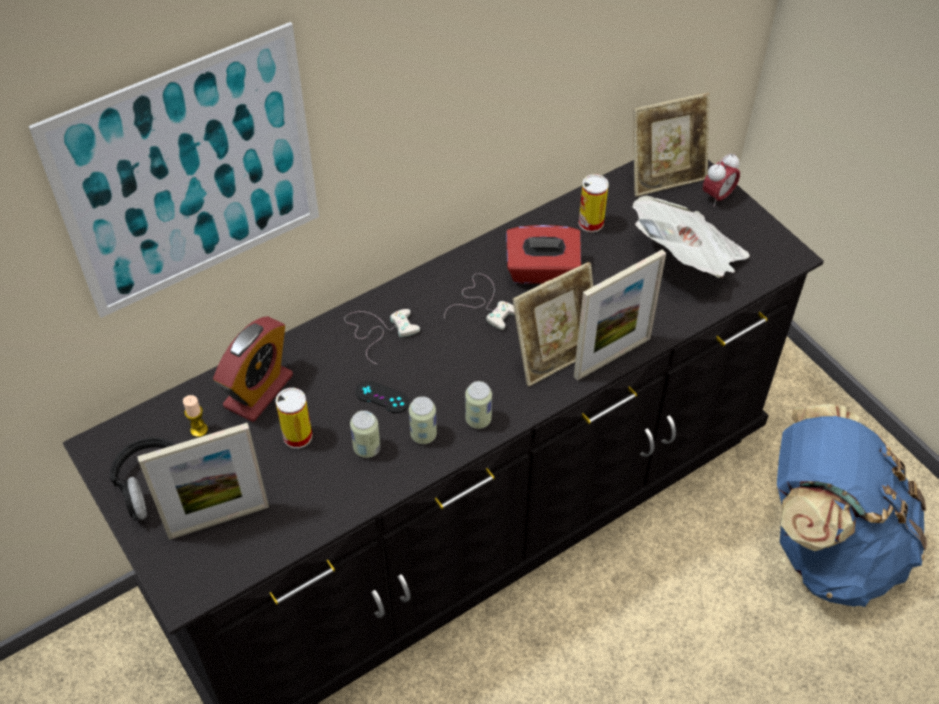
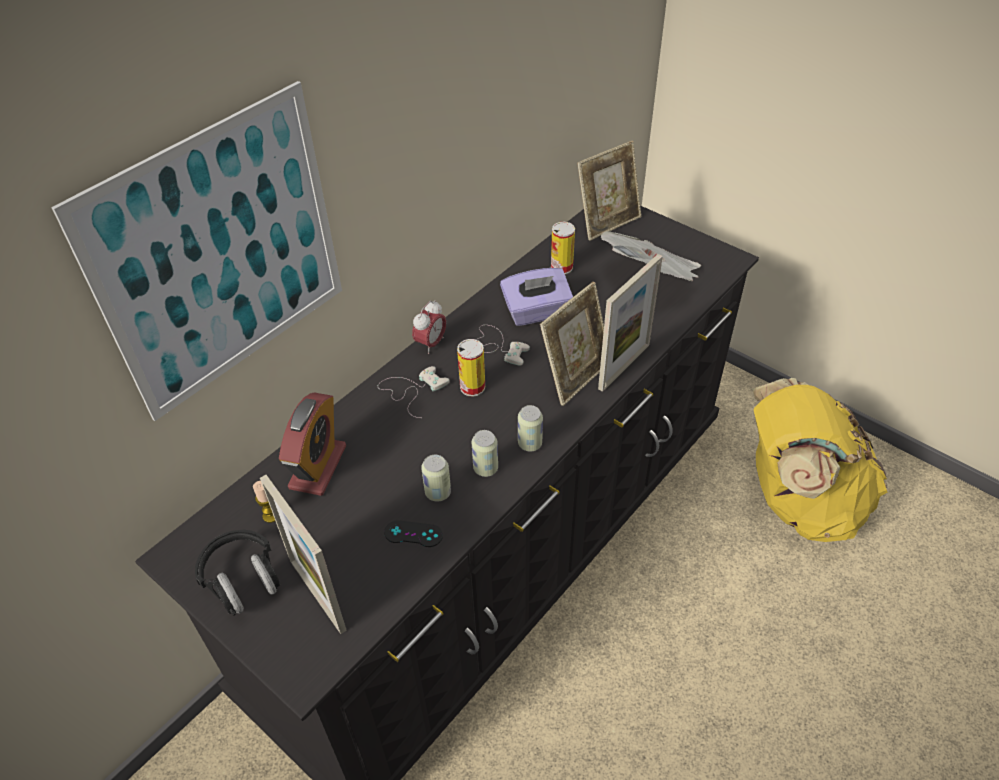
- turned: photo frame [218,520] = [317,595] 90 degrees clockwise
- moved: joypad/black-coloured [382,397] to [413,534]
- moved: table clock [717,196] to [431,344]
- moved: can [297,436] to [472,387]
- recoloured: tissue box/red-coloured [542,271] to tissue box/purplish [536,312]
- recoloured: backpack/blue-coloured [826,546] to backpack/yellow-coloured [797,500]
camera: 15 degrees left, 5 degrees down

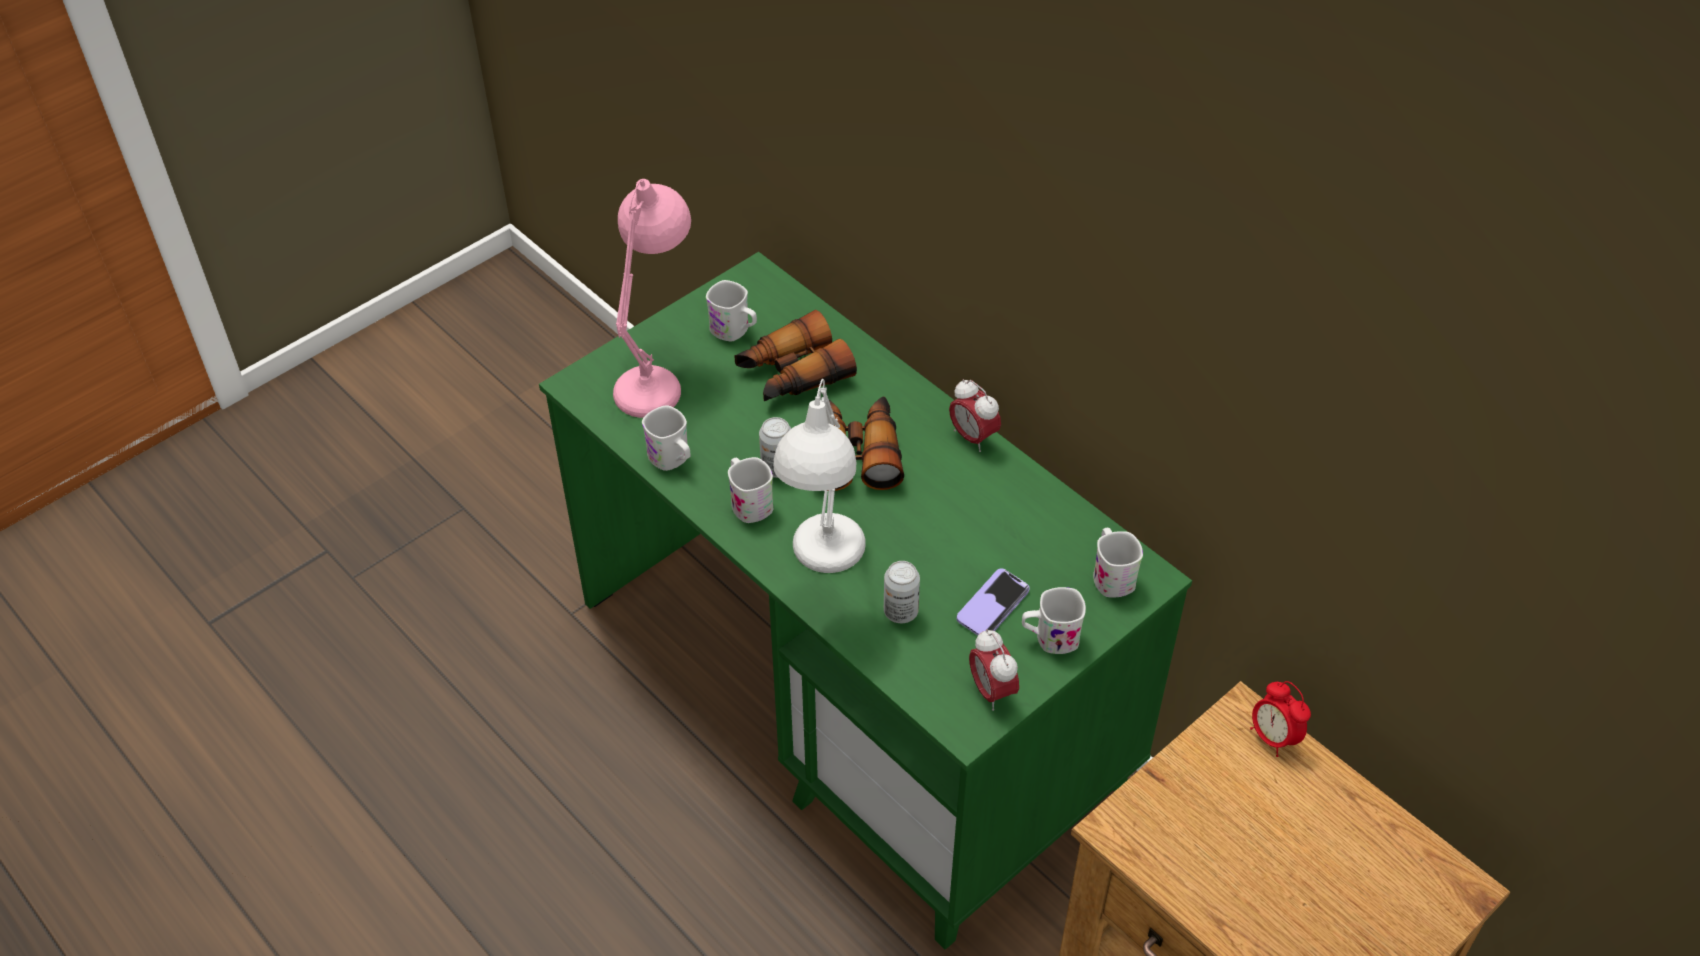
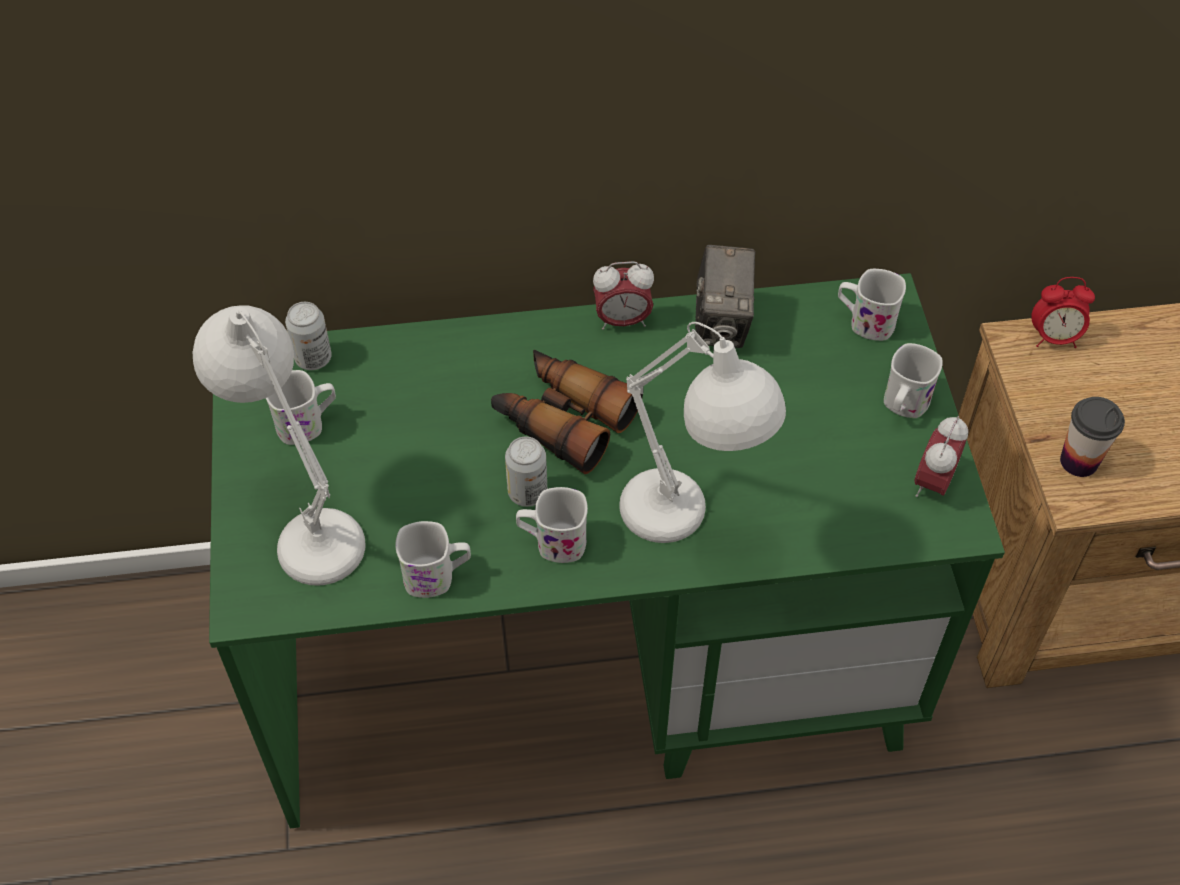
- recoloured: lamp for a table/pink-coloured [659,373] to lamp for a table/white [304,521]
- moved: can [901,611] to [313,358]
- added: photo camera [721,324]
- turned: table clock [991,691] = [933,483] 105 degrees clockwise
- added: small cup [1079,461]
- removed: binoculars [792,374]
- removed: handset [993,605]
camera: 55 degrees left, 5 degrees up

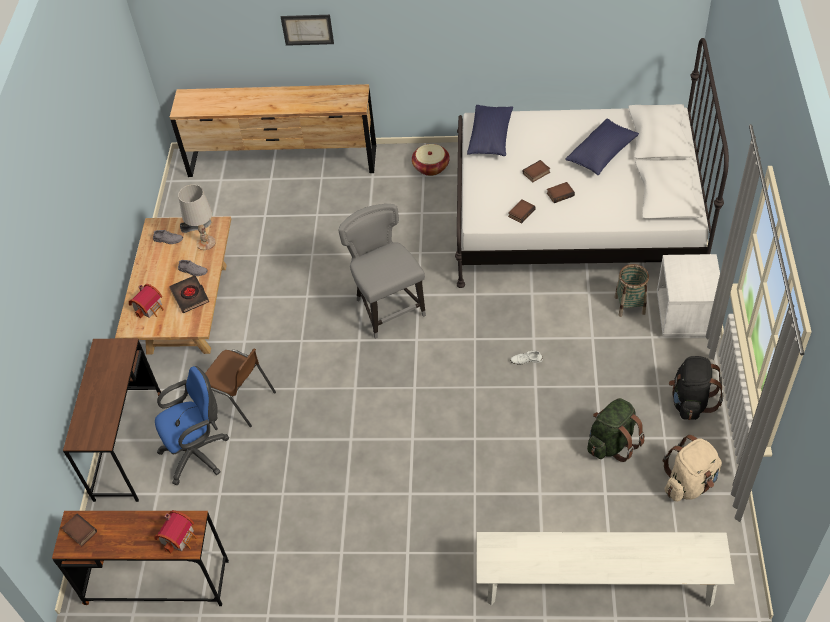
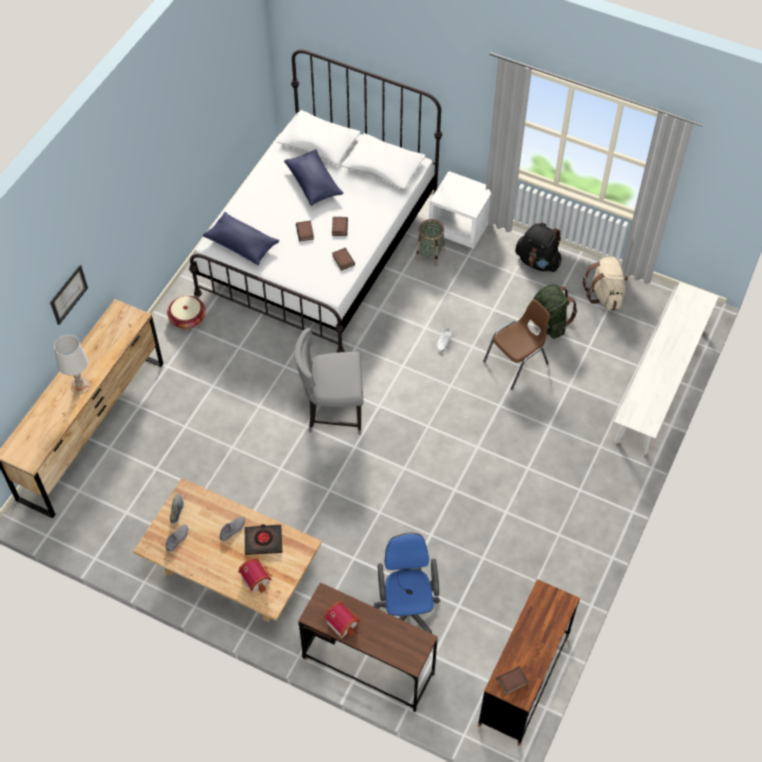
- moved: lamp for a table/white [206,243] to [80,386]
- moved: miniature house [179,537] to [343,622]
- moved: plain chair/brownish [240,400] to [517,363]
camera: 70 degrees left, 5 degrees up

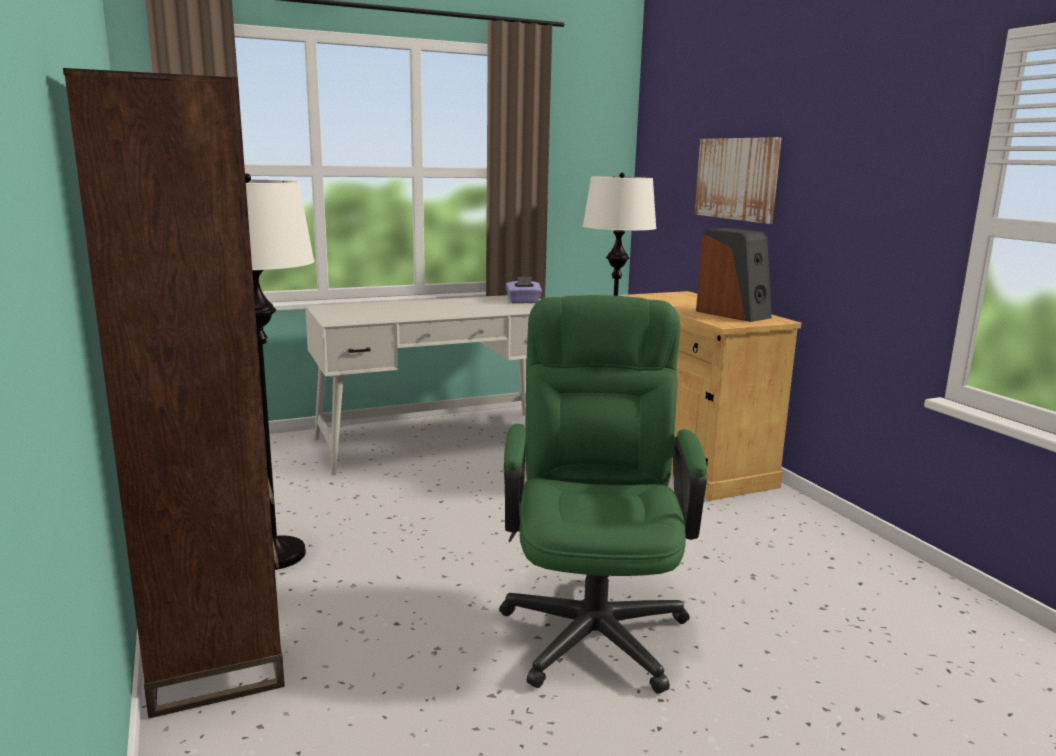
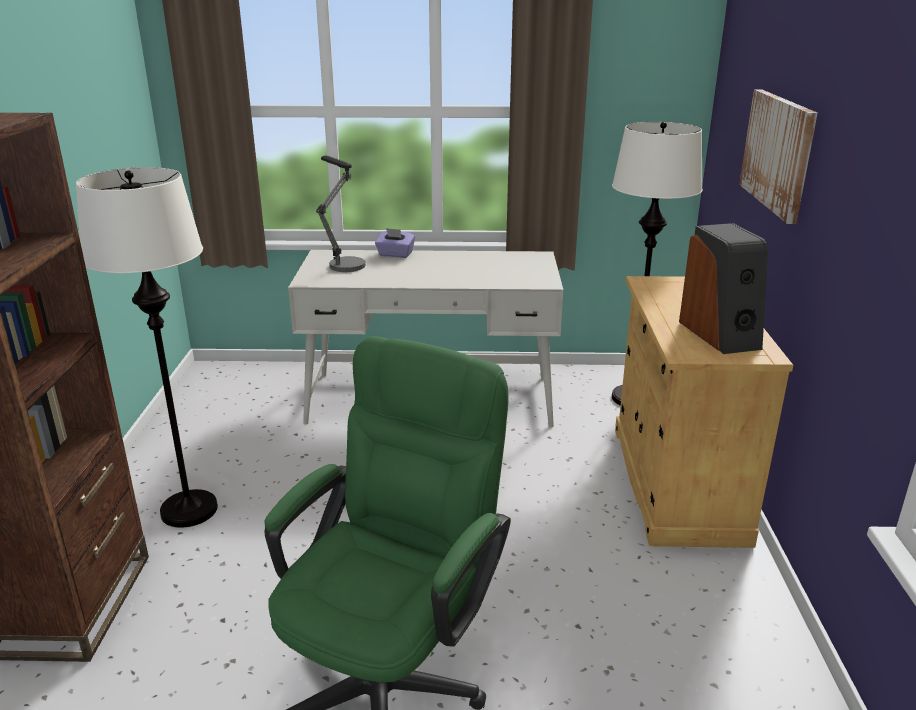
- added: lamp for a table [343,262]
- moved: tissue box/purplish [523,302] to [395,254]
camera: 25 degrees right, 10 degrees up

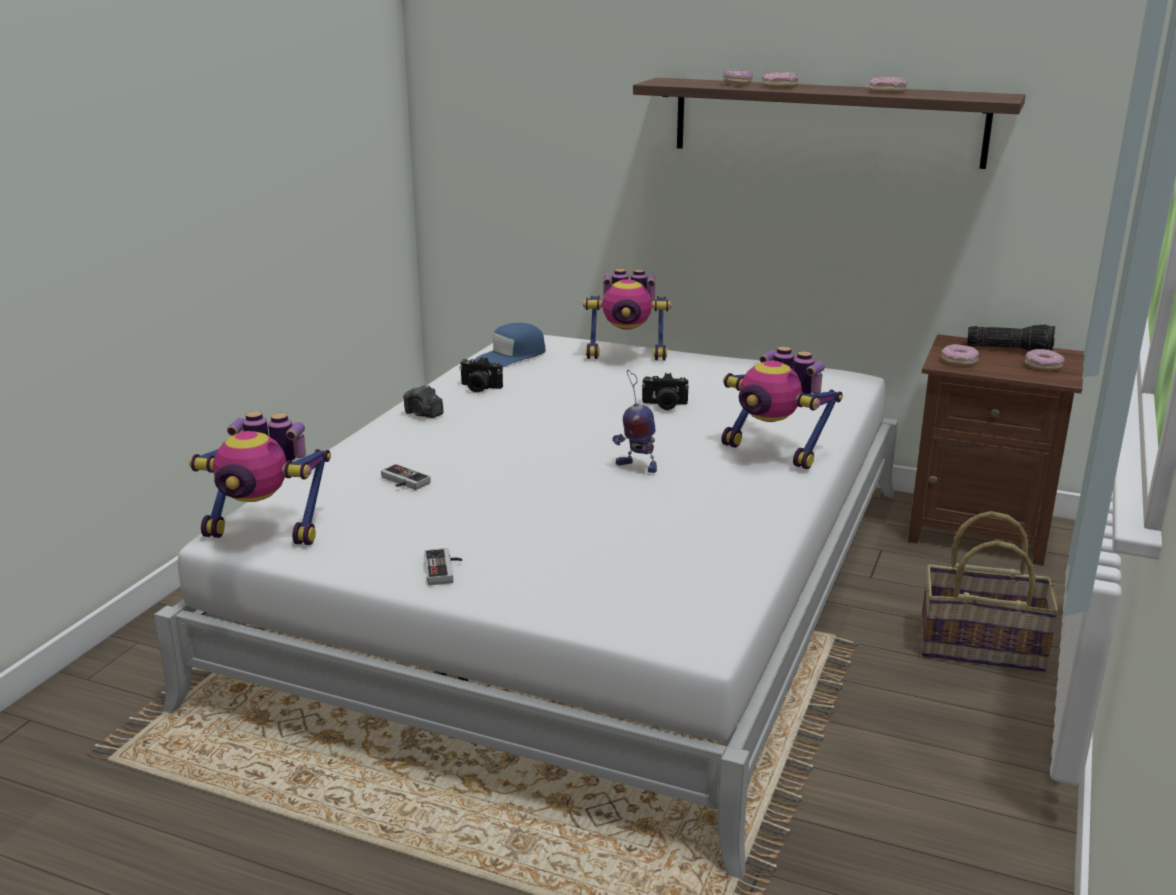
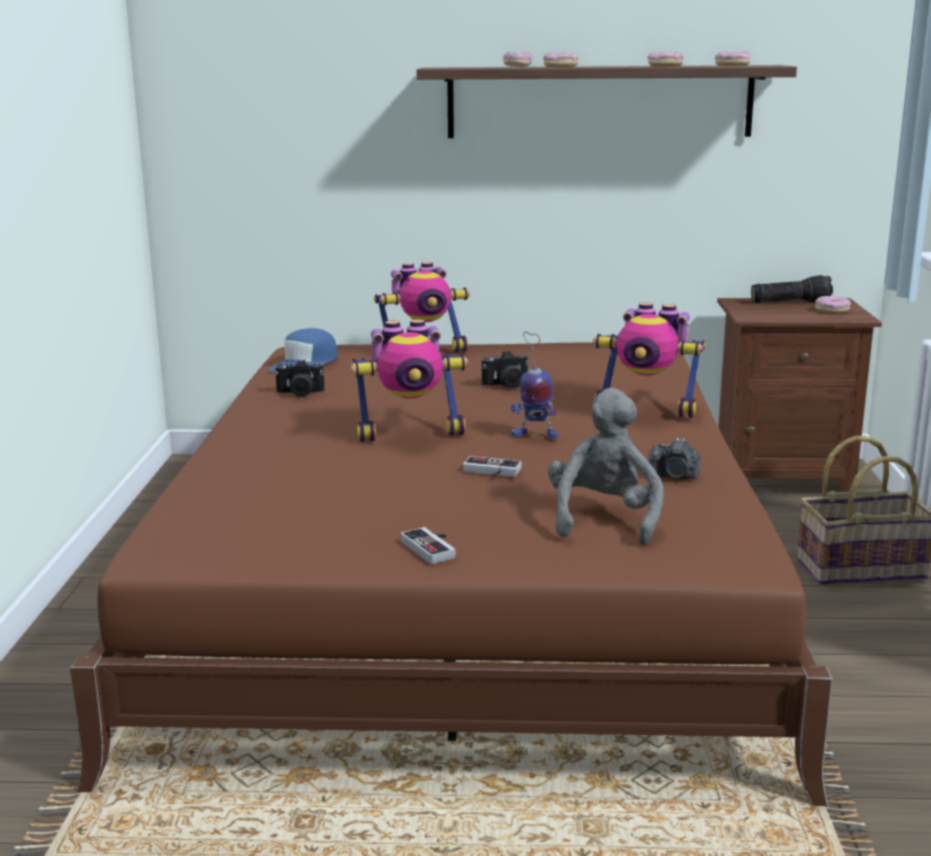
- recoloured: bed/white [587,586] to bed/brownish [466,581]
- moved: toy robot [266,532] to [410,432]
- moved: joypad [402,482] to [490,472]
- added: cuddly toy/greyish [604,519]
- moved: photo camera [423,414] to [674,477]
- moved: donut [959,361] to [732,65]
camera: 20 degrees left, 5 degrees down

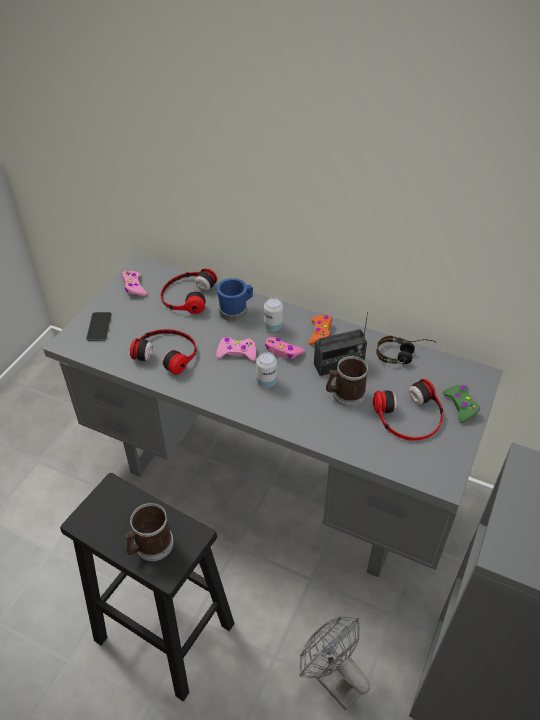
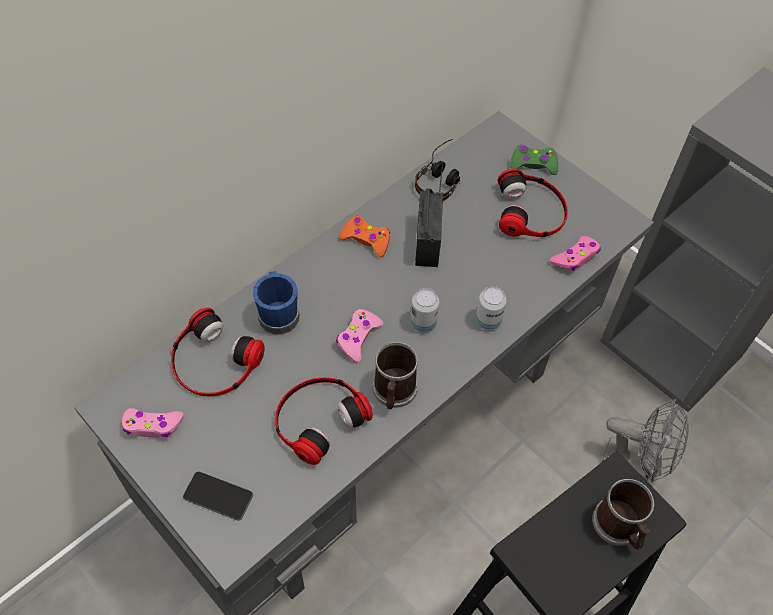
- moved: mug [345,395] to [394,392]
- moved: can [273,326] to [488,321]
- moved: joypad/pink-coloured [283,351] to [575,258]
- turned: electric fan/greyish [332,678] = [636,463] 135 degrees counterclockwise
camera: 70 degrees left, 10 degrees up

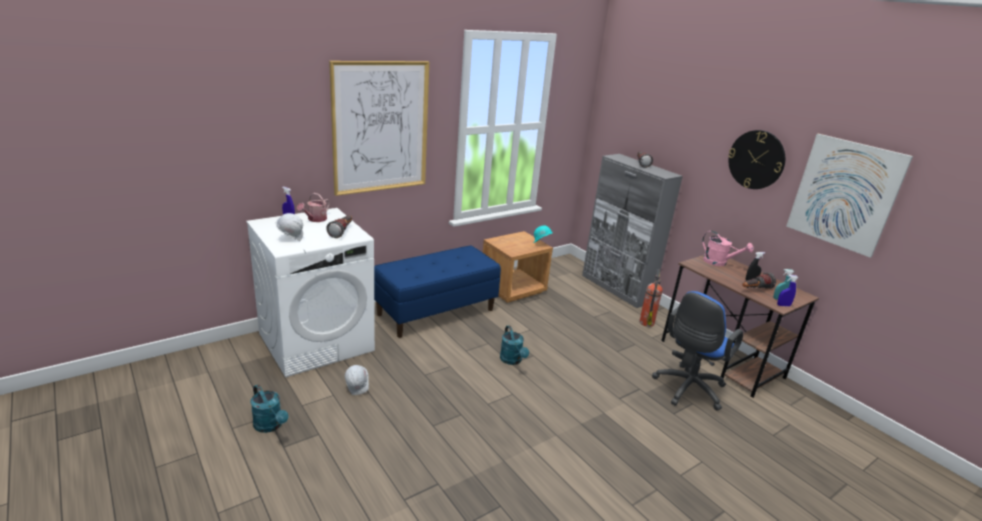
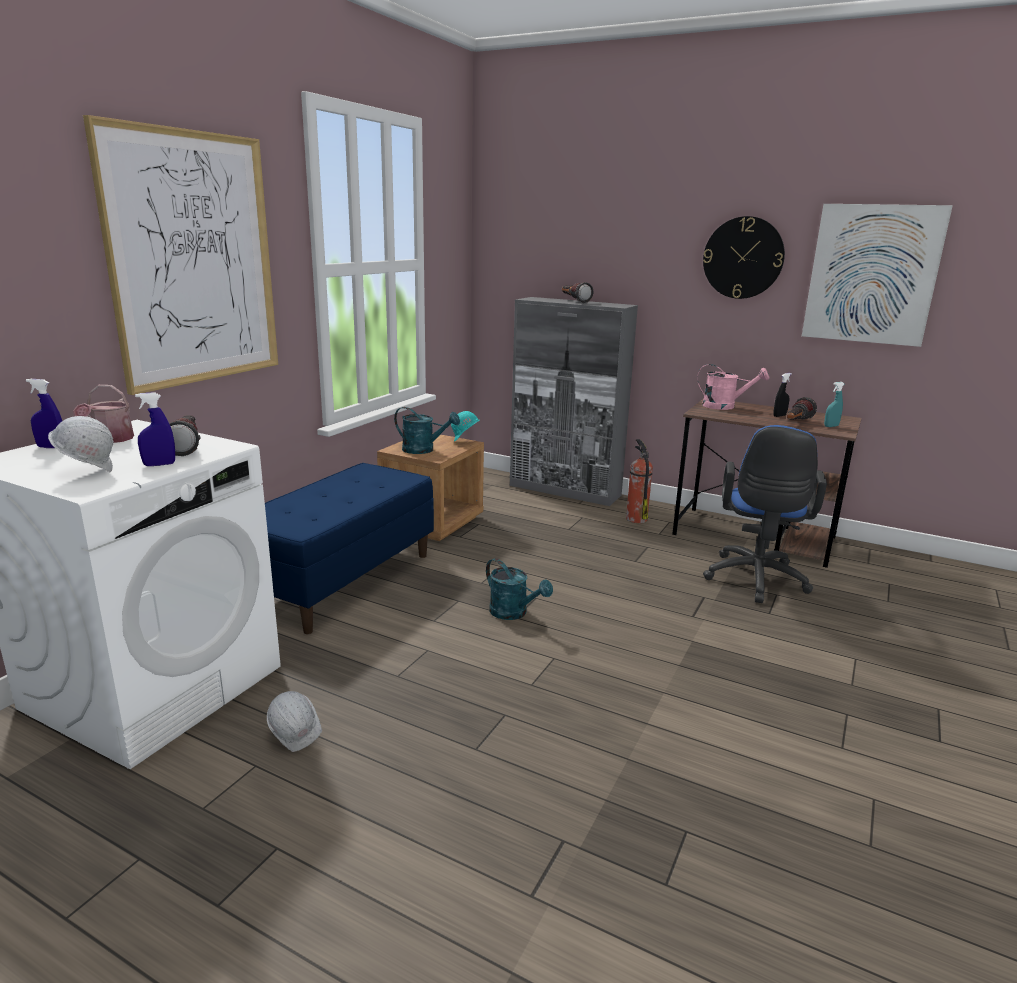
- moved: hand sprayer/blue-coloured [783,305] to [159,464]
- moved: watering can/turquoise-coloured [270,426] to [424,450]
camera: 25 degrees left, 5 degrees down

